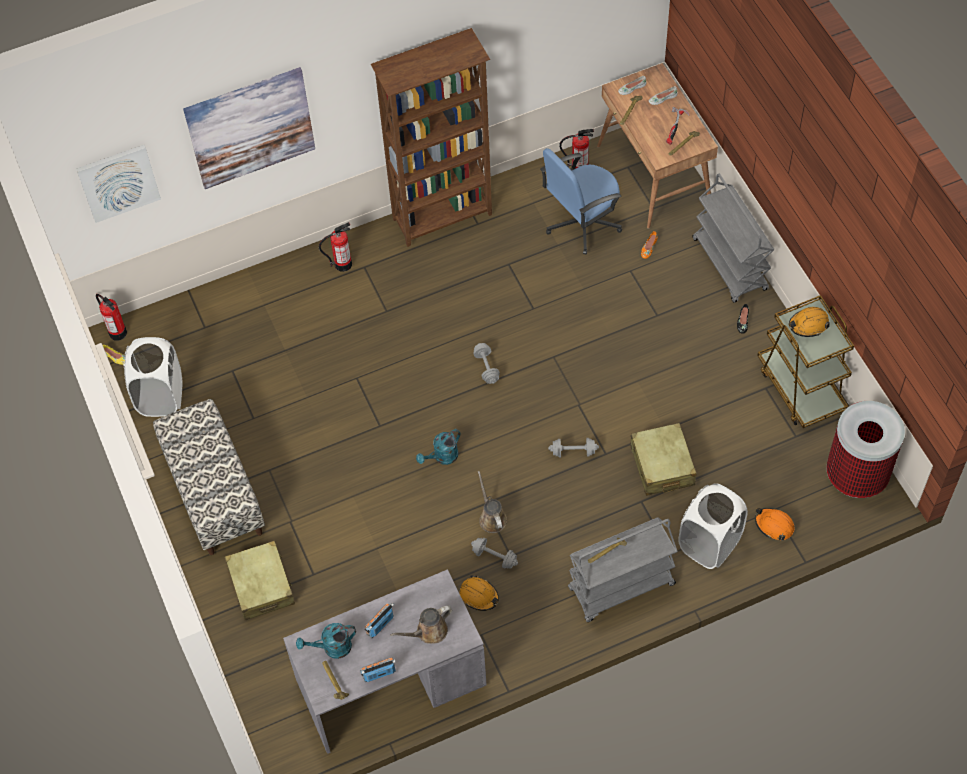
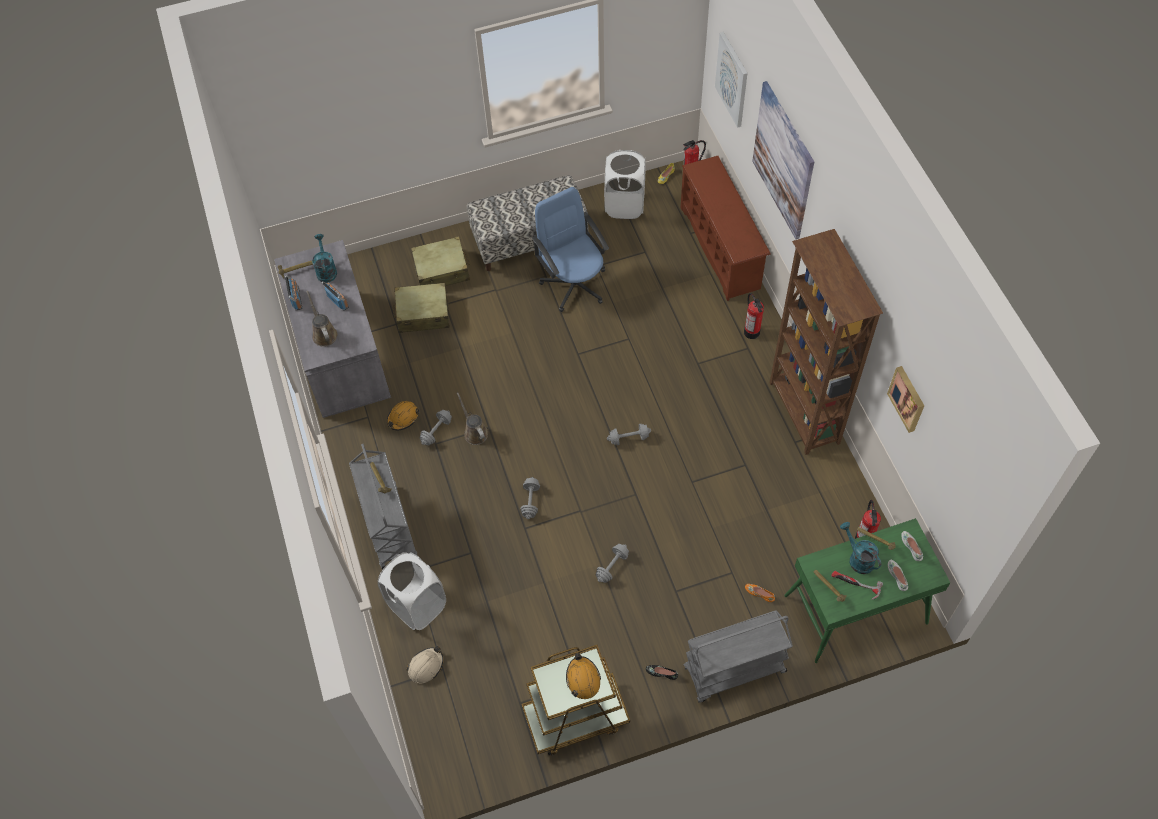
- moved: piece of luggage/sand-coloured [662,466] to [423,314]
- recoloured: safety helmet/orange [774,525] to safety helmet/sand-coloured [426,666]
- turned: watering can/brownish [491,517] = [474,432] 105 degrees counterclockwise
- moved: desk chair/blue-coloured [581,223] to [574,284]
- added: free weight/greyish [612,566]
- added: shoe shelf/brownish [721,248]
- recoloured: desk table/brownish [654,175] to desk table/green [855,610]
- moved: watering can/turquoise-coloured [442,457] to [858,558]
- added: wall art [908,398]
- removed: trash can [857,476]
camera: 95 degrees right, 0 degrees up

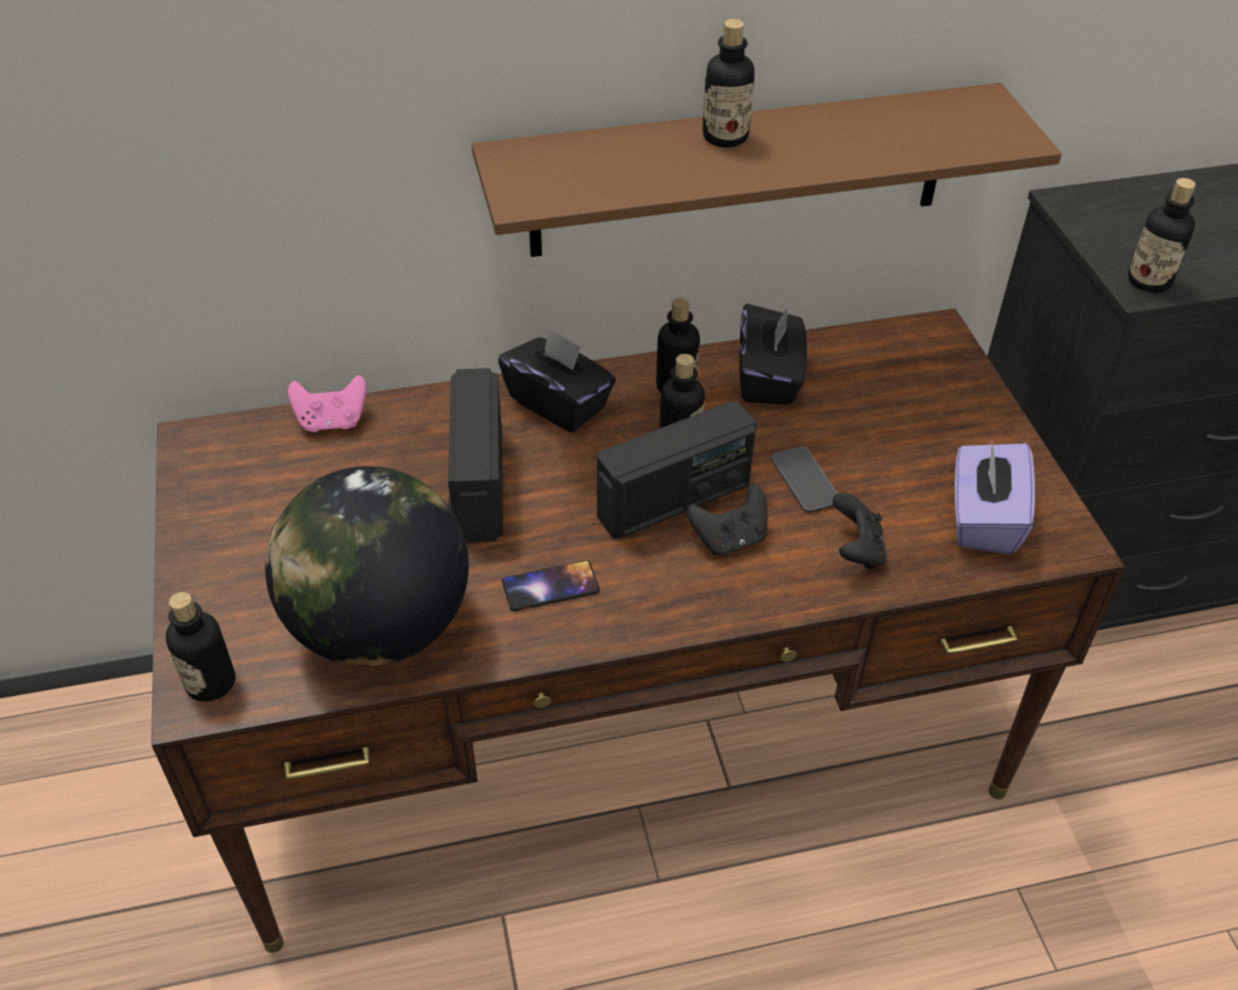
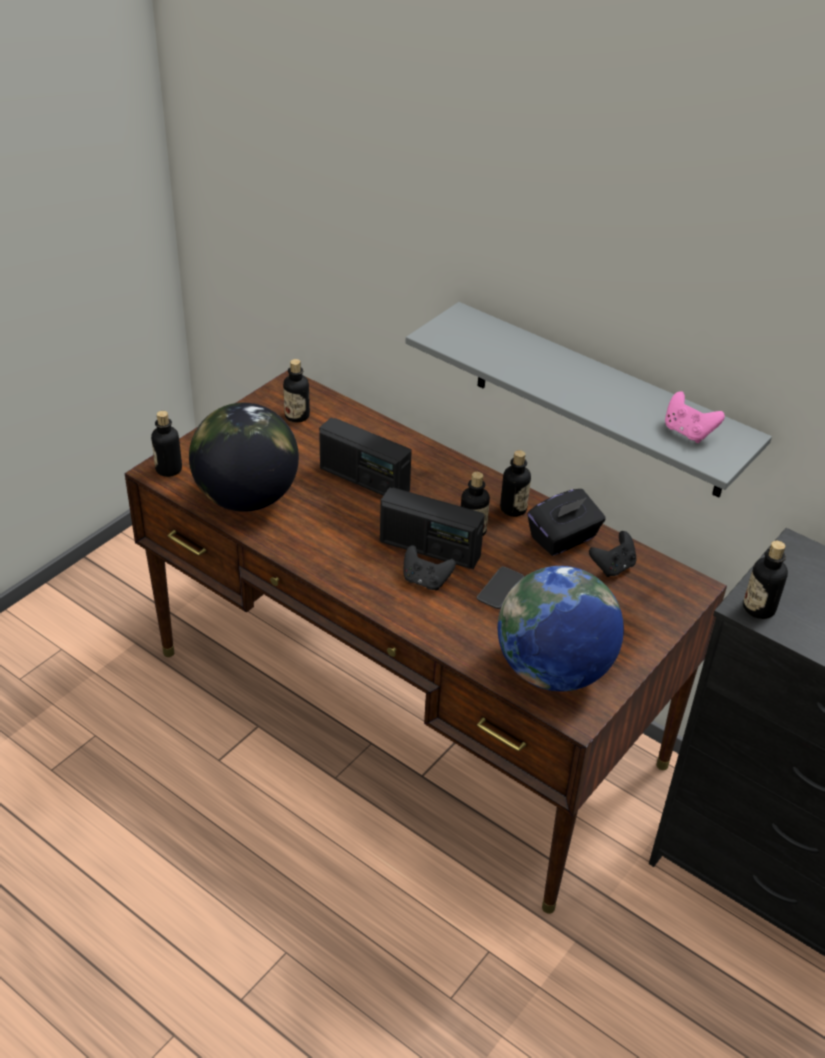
- moved: beverage bottle [725,137] to [297,416]
- turned: radio receiver [478,484] = [364,480] 105 degrees counterclockwise
- recoloured: bracket shelf/brownish [740,171] to bracket shelf/greyish [599,401]
- replaced: tissue box/purplish [982,519] to world globe [553,670]
- moved: joypad/black-coloured [856,550] to [613,567]
- moved: joypad/pink-coloured [332,422] to [688,432]
- removed: tissue box/black-coloured [558,403]
- removed: handset [550,586]
camera: 50 degrees right, 5 degrees down

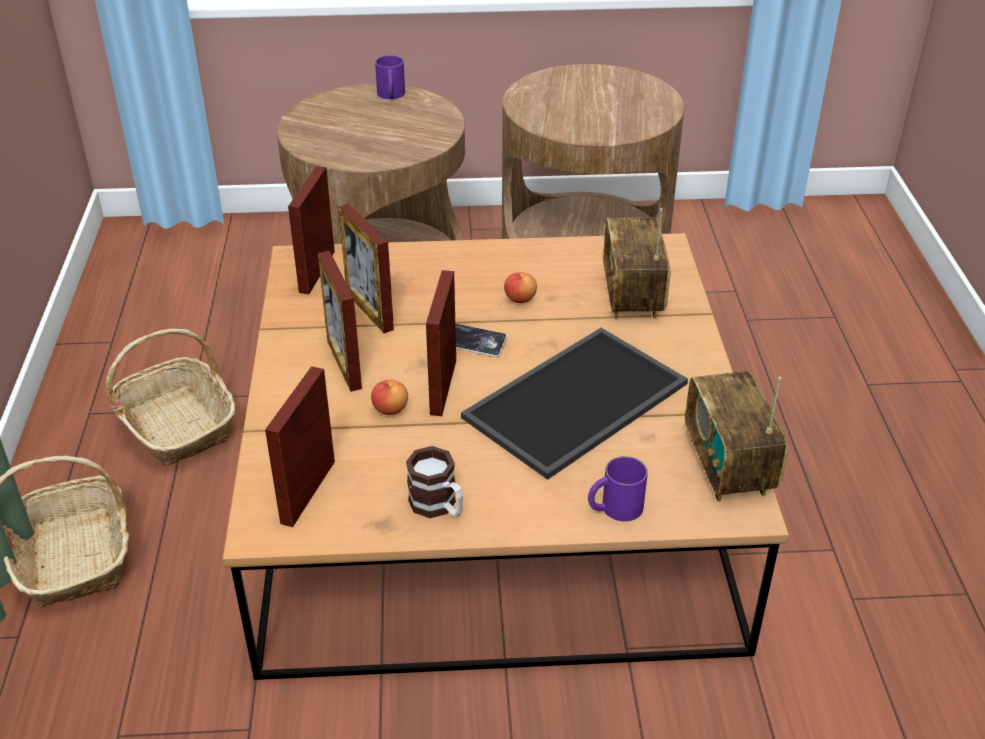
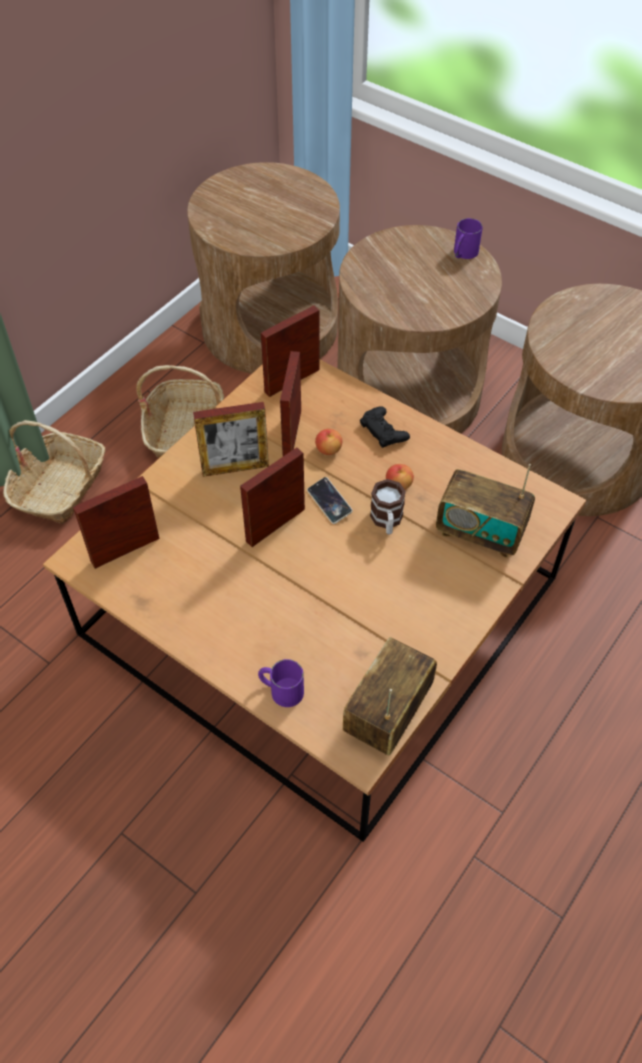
- added: end table/brownish [270,326]
- turned: photo frame [344,364] = [235,468] 120 degrees counterclockwise
- moved: whole apple [390,409] to [328,449]
- added: joypad/black-coloured [383,431]
- moved: mug [439,506] to [387,521]
- turned: radio receiver [632,296] = [480,532] 105 degrees counterclockwise
- removed: tray [577,403]
camera: 40 degrees right, 15 degrees up

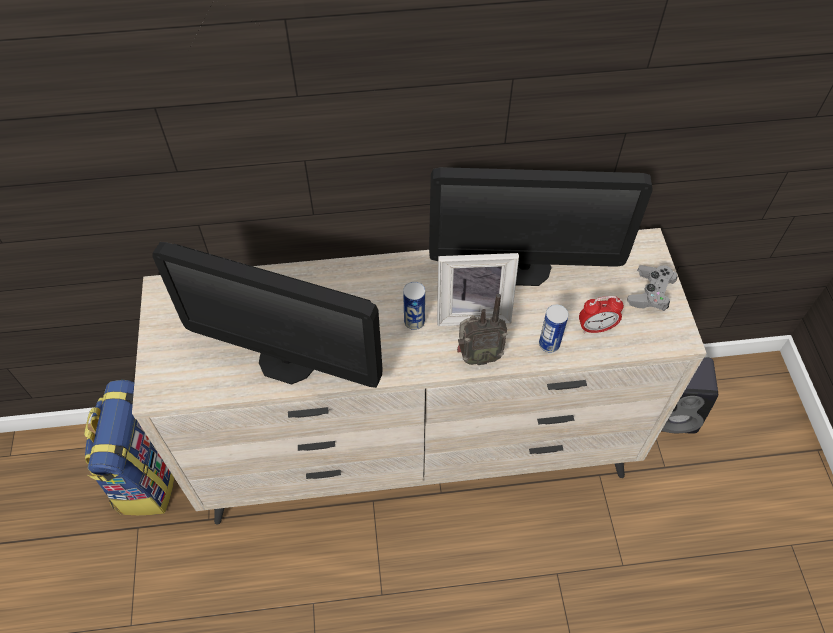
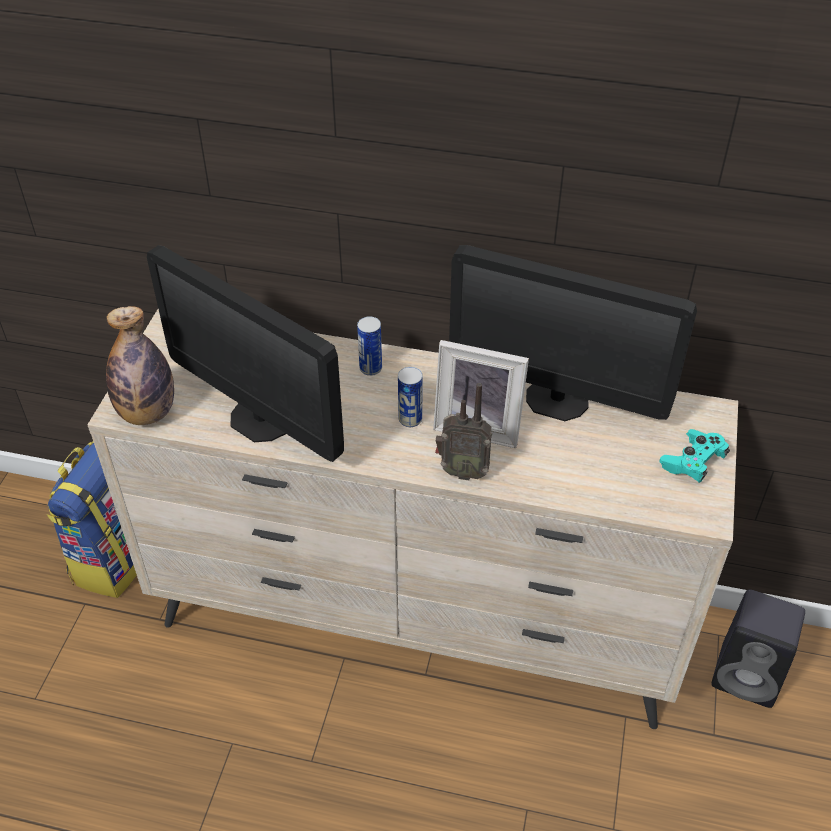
- added: beverage bottle [147,413]
- moved: can [549,344] to [370,368]
- recoloured: joypad/greyish [650,293] to joypad/turquoise-coloured [693,462]
- removed: table clock [596,328]
camera: 20 degrees right, 10 degrees down

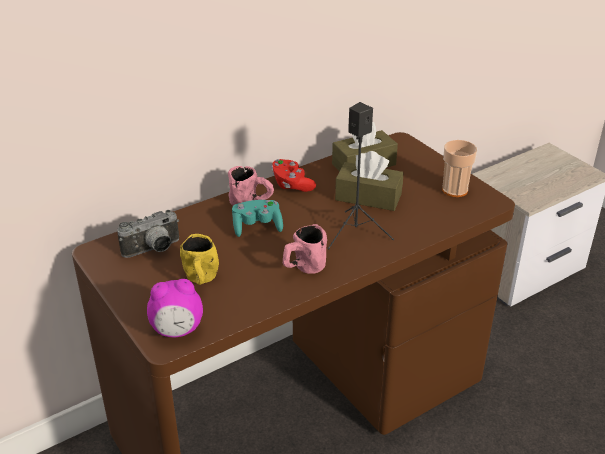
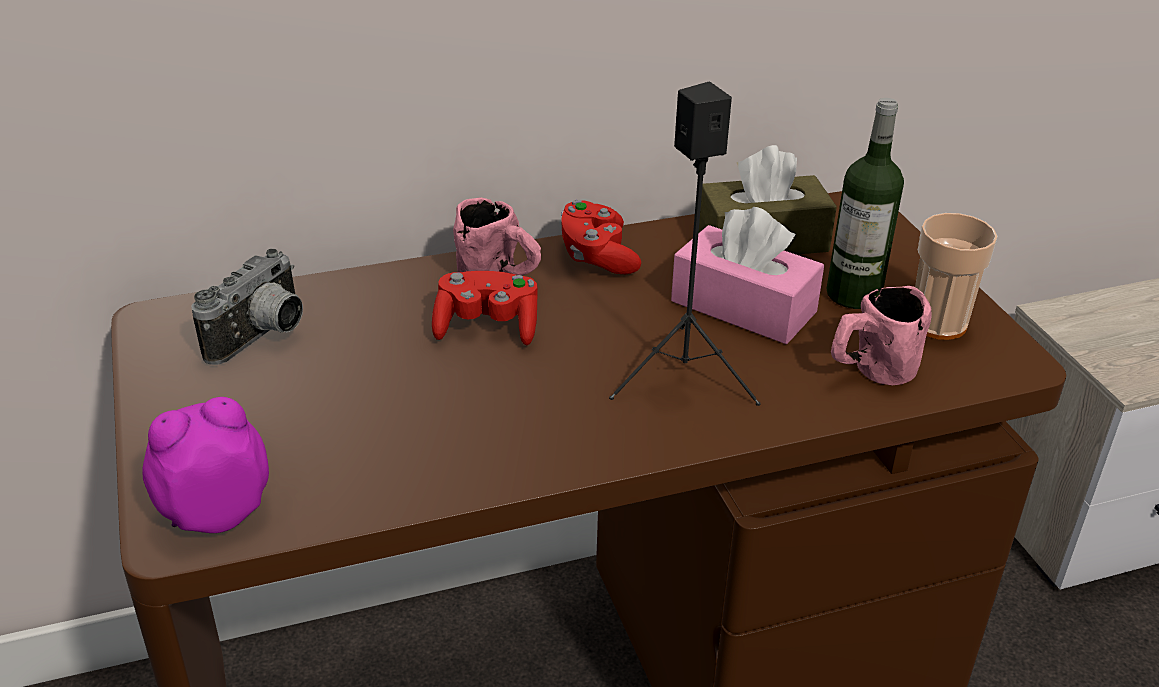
- turned: table clock [177,331] = [215,512] 150 degrees clockwise
- turned: photo camera [153,250] = [263,337] 45 degrees counterclockwise
- recoloured: joypad/turquoise-coloured [257,227] to joypad/red-coloured [487,327]
- recoloured: tissue box/brownish [368,197] to tissue box/pink-coloured [743,306]
- added: beverage bottle [853,294]
- moved: mug/pink-coloured [303,268] to [869,372]
- removed: mug/yellow-coloured [201,281]
camera: 15 degrees right, 0 degrees up

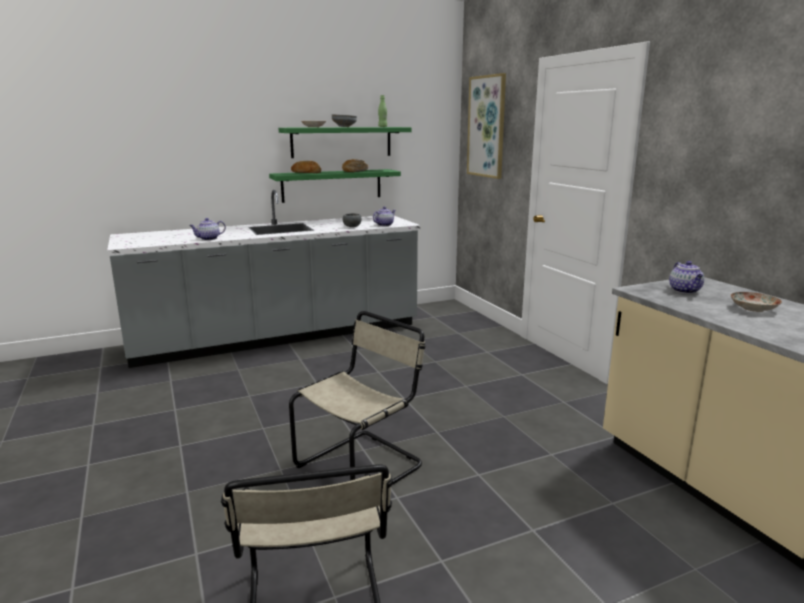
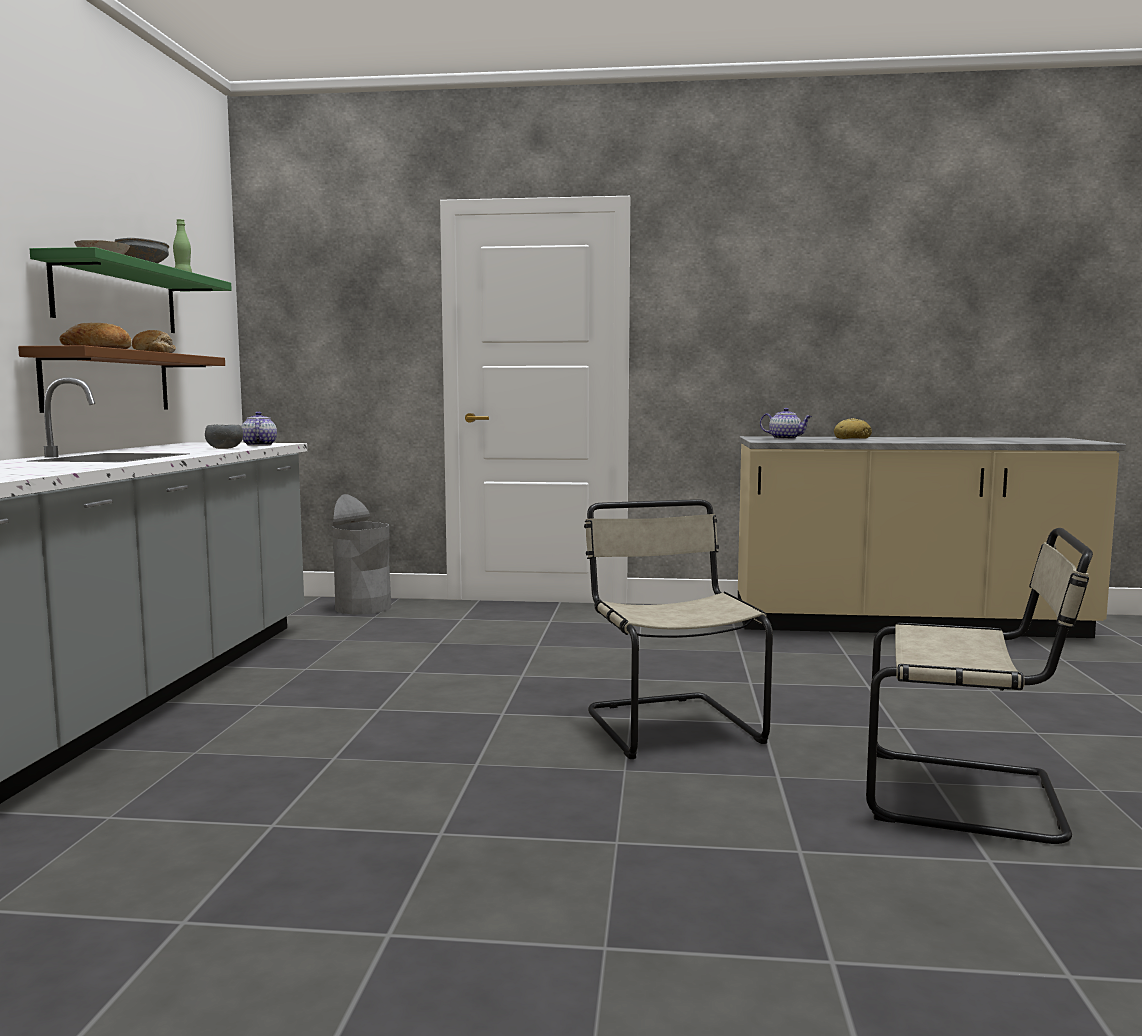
- recoloured: bracket shelf/green [332,185] to bracket shelf/brownish [108,381]
- added: trash can/greyish [363,608]
- replaced: plate [753,308] to bread [852,438]
- removed: pot for tea [208,239]
- removed: wall art [487,127]
camera: 60 degrees left, 10 degrees down

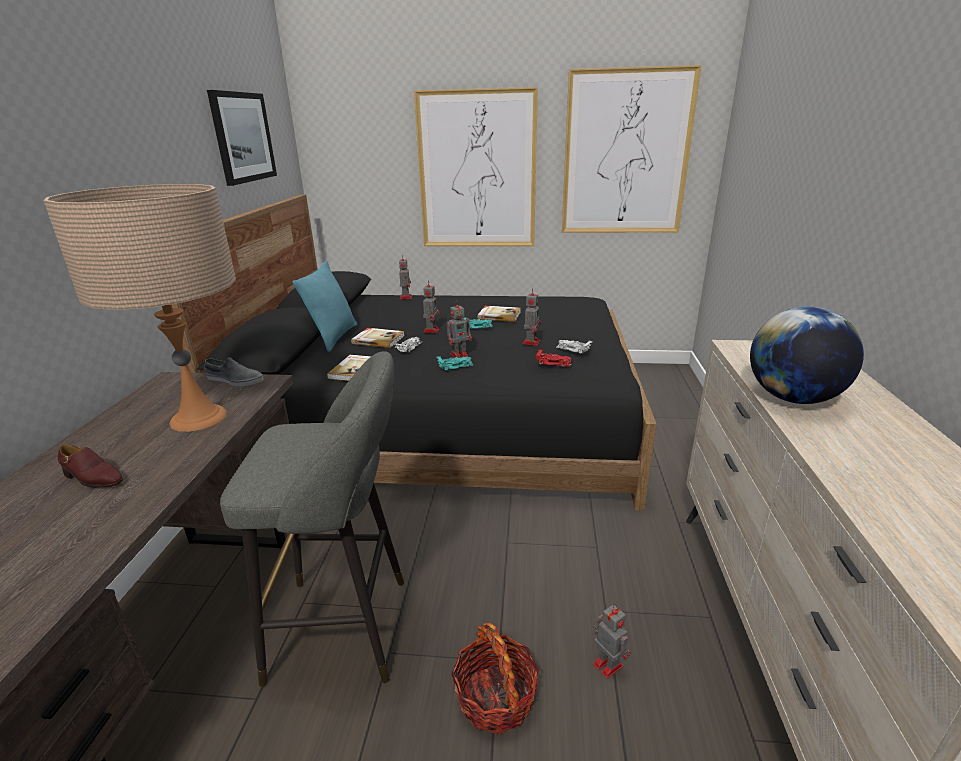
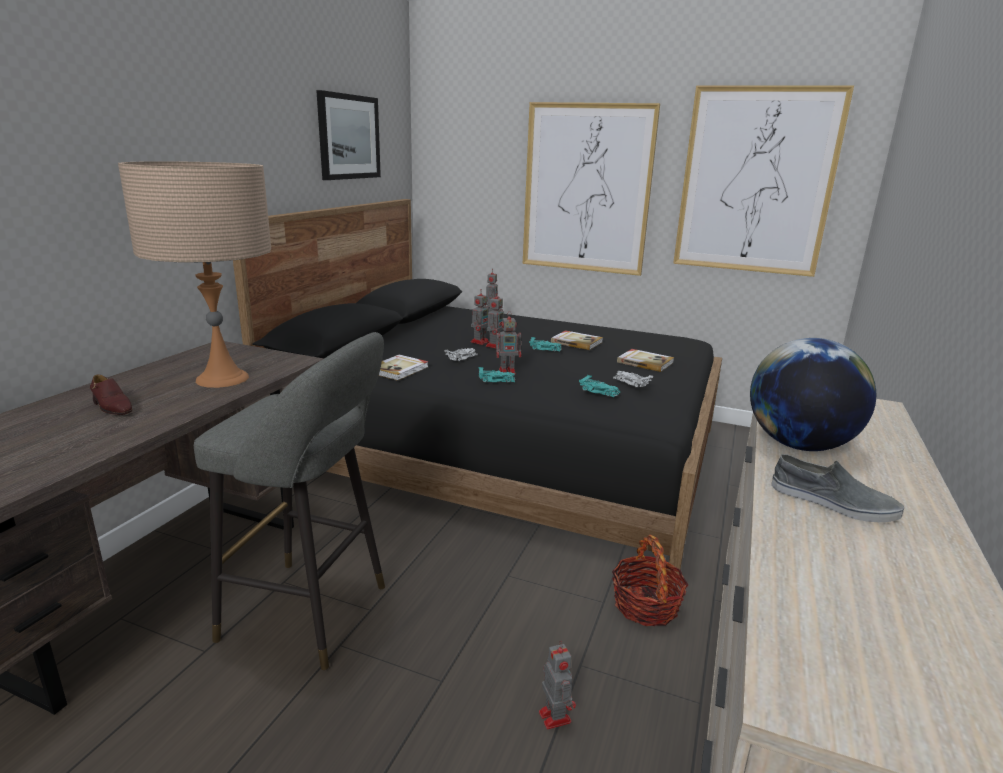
- moved: toy robot [531,342] to [480,341]
- recoloured: miniature car/red-coloured [553,363] to miniature car/turquoise-coloured [599,391]
- moved: basket [496,697] to [646,605]
- moved: bound book [378,339] to [645,362]
- moved: low shoe/greyish [234,380] to [832,502]
- removed: cushion/turquoise-coloured [333,337]
camera: 15 degrees right, 5 degrees down

